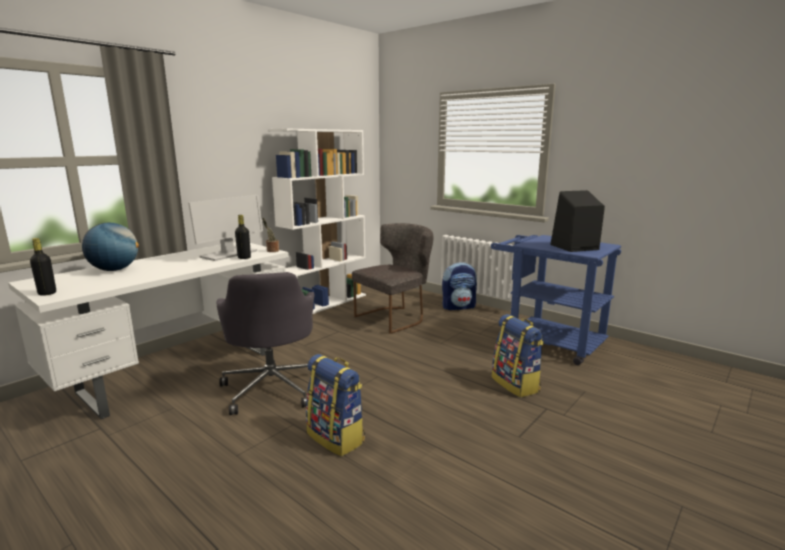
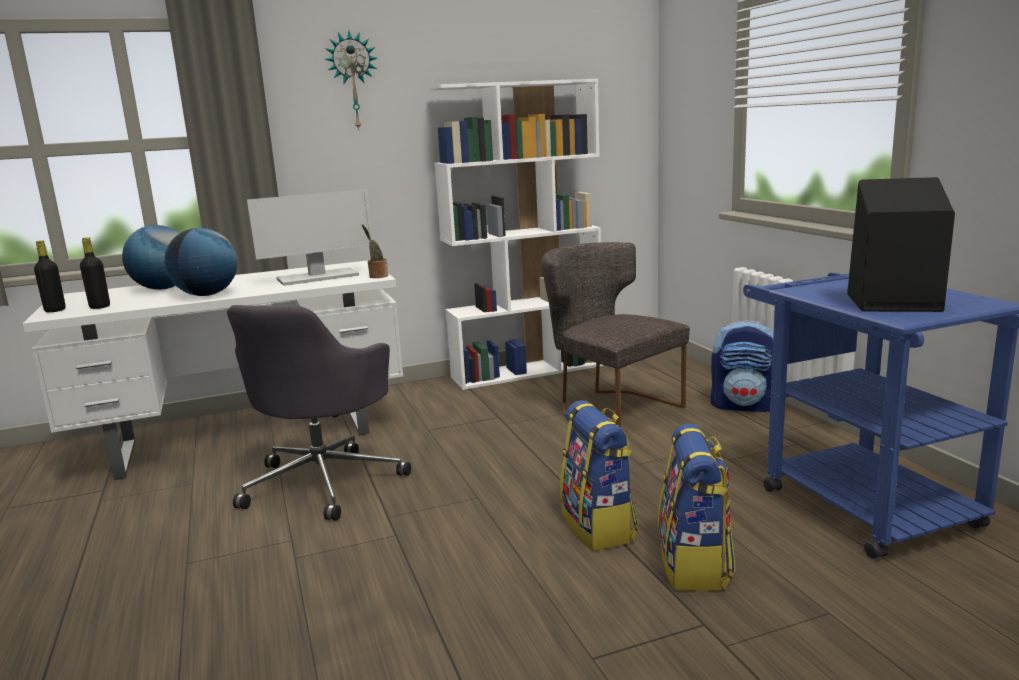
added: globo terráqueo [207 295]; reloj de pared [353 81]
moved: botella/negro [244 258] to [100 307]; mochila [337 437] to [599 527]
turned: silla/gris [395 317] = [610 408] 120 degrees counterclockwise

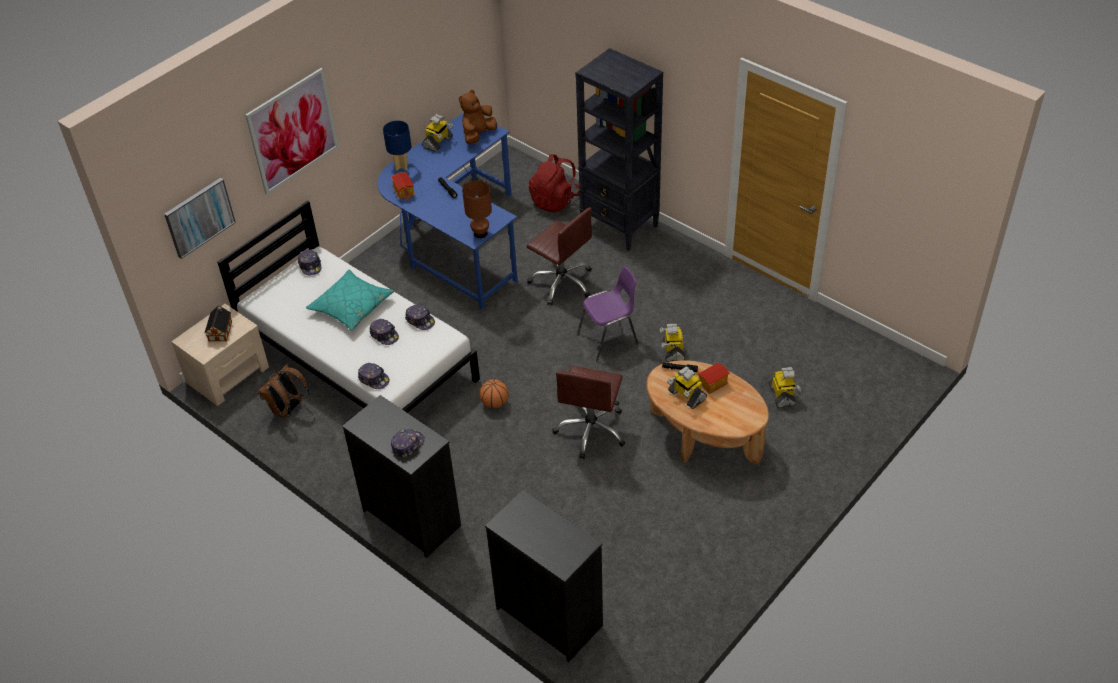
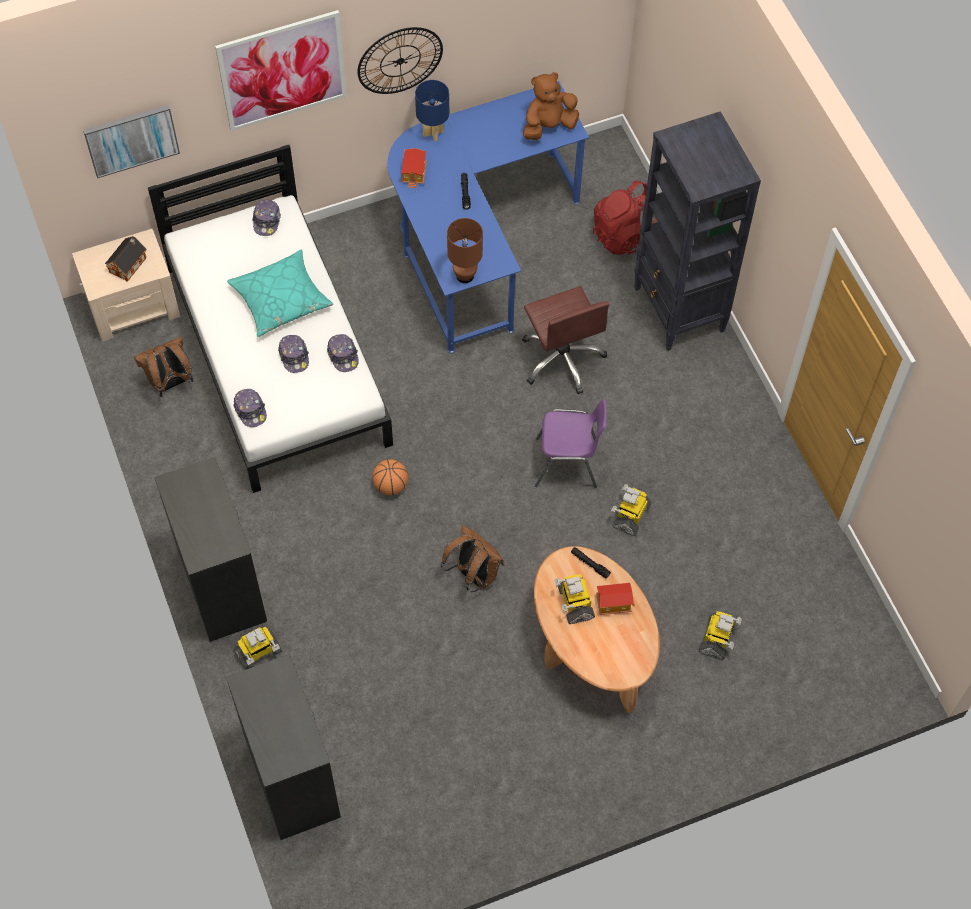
removed: gorra [407 444]
added: reloj de pared [400 60]
moved: robot de juguete [438 142] to [258 652]
replaced: silla de oficina/marrón [591 430] to mochila/marrón [474 574]

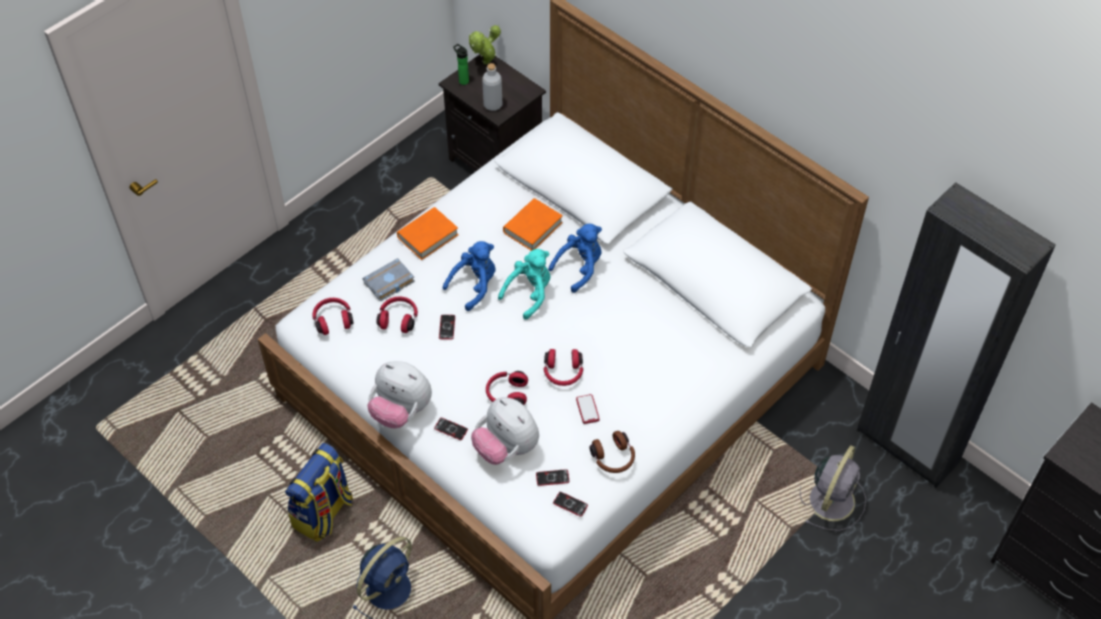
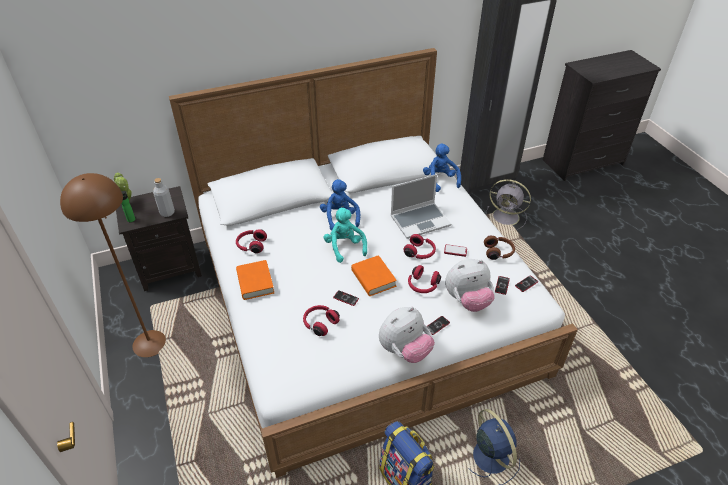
removed: libro/gris [389 283]
added: lámpara de pie/marrón [149 343]; portátil [420 220]
moved: auriculares/rojo [333 320] to [251 245]; peluche/azul [474 285] to [440 180]; libro/naranja [532 227] to [373 278]
turned: ventilador/gris [832 498] = [507 217] 150 degrees clockwise

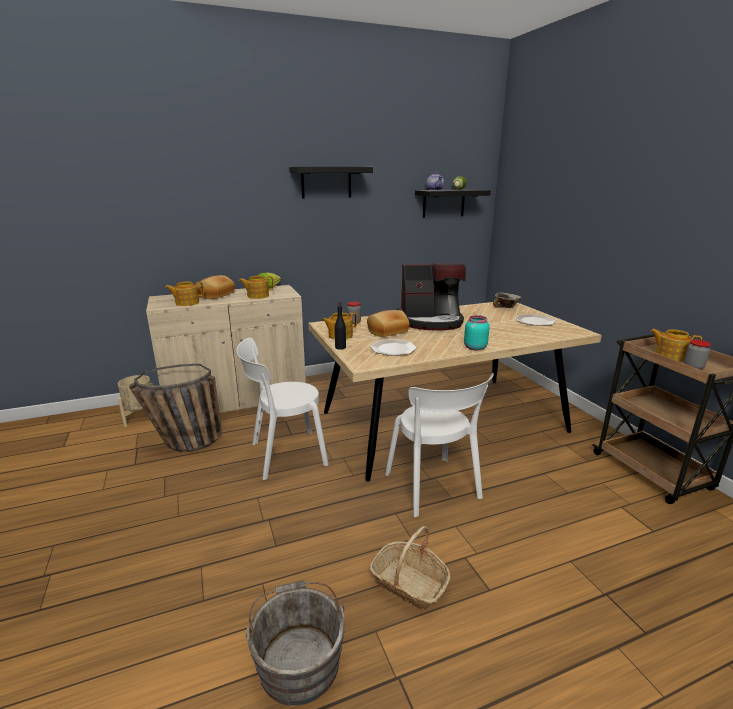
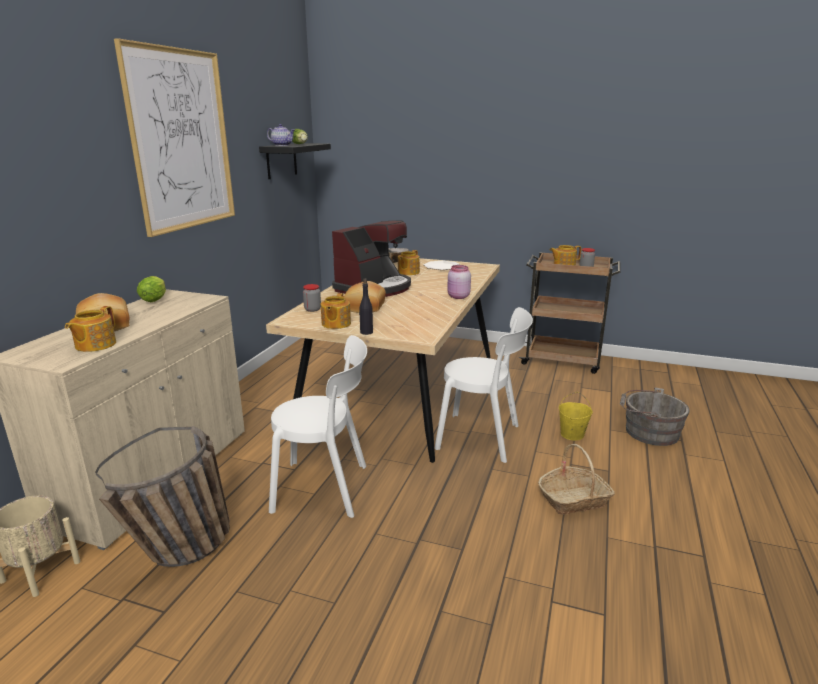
removed: plato [393 349]
added: cubo/amarillo [572 434]
moved: tetera [257 296] to [408 272]; cubo/gris [298 658] to [648 432]
replaced: estante/negro [326 182] to cuadro [181 140]
recoloured: tarro/turquesa [474 347] to tarro/rosa [458 297]
turned: silla/blanco [284 454] = [326 488] 105 degrees counterclockwise

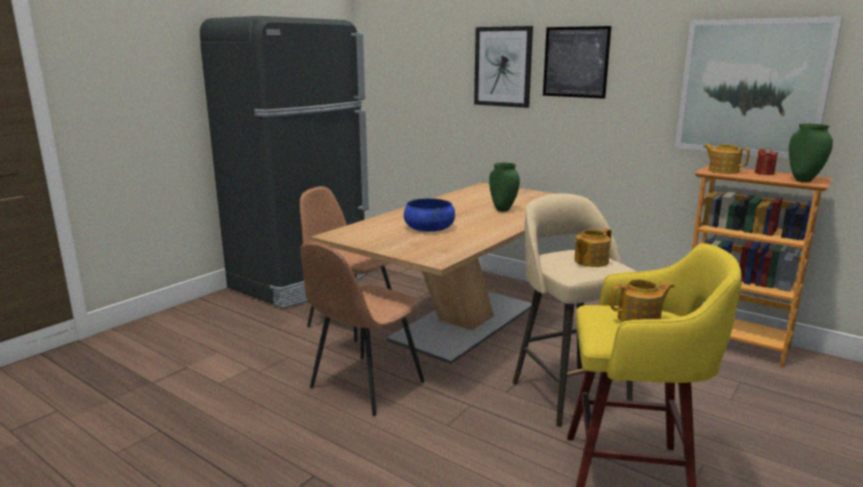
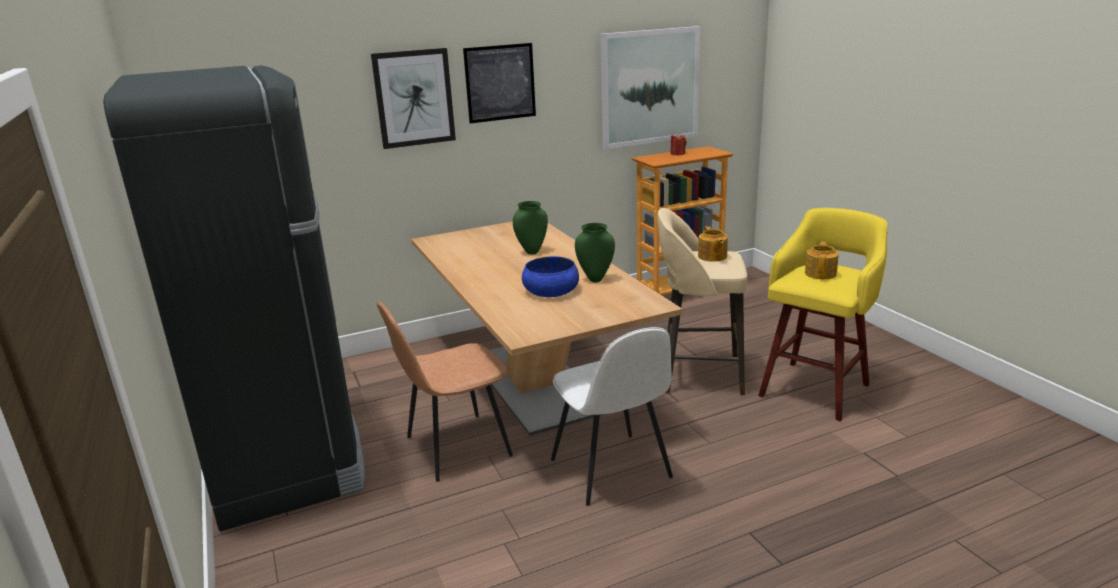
removed: tetera [723 171]
moved: florero/verde [804 180] to [595 279]
recoloured: silla/marrón [365 386] to silla/blanco [611 470]

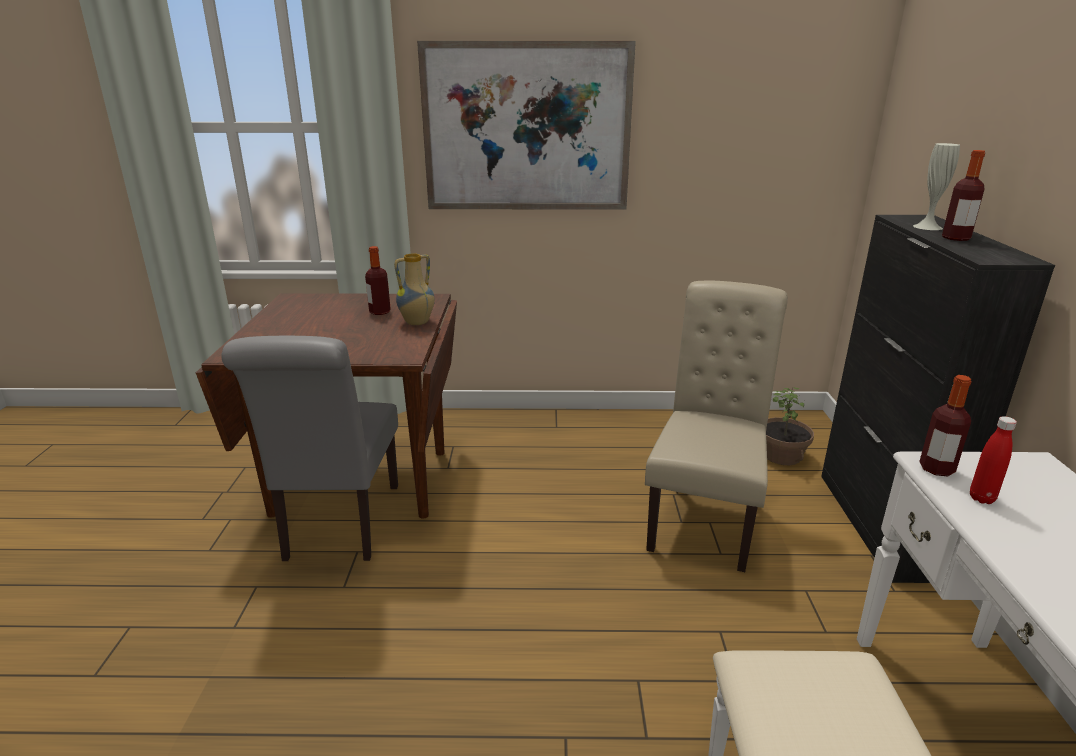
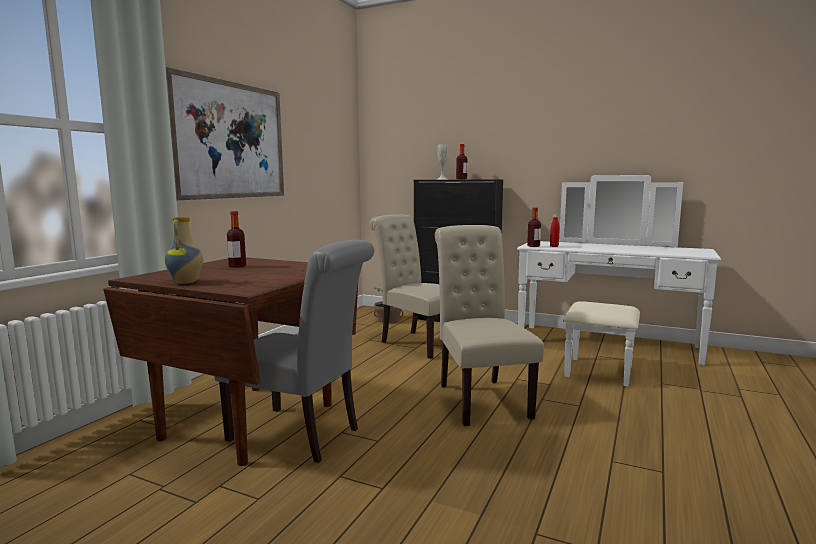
added: silla/beis [480 398]
moved: florero [417 323] to [187 282]

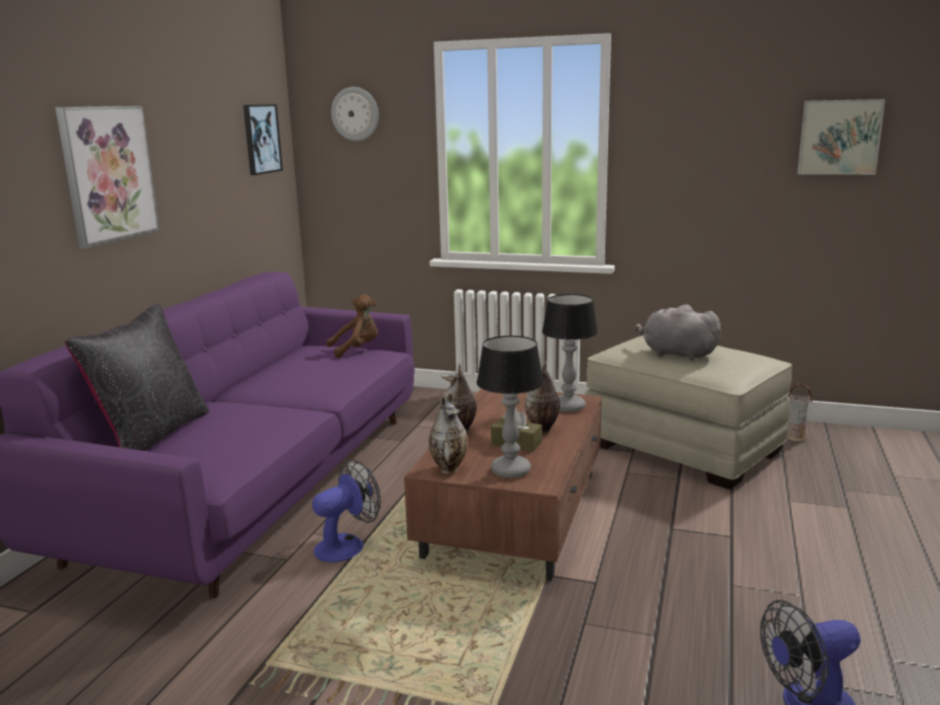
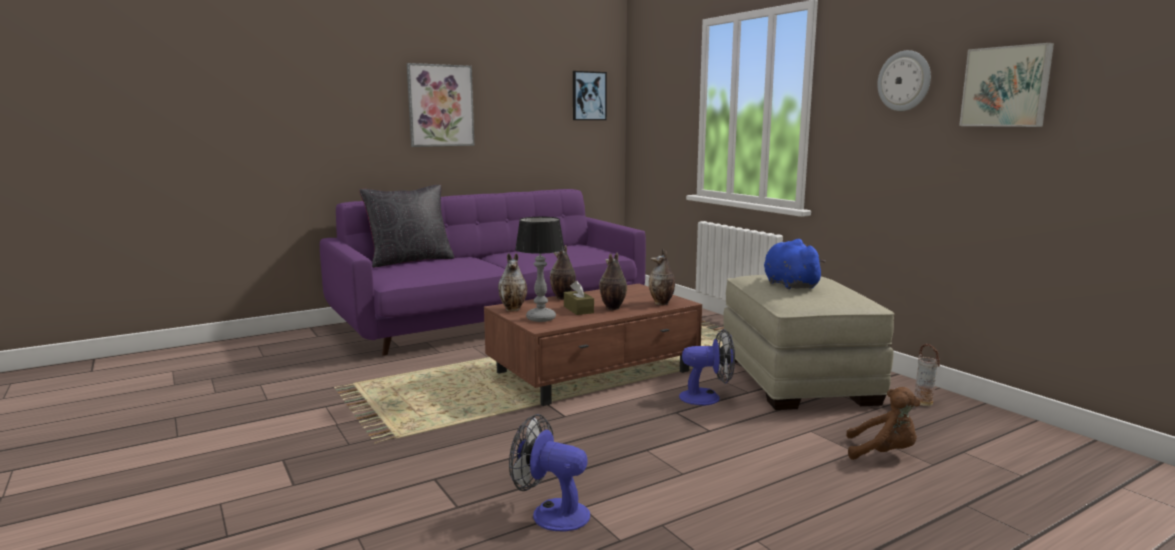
moved: ventilador [347 545] to [707 397]; peluche/marrón [357 349] to [883 453]; reloj de pared [355 114] to [904 81]
replaced: lámpara de mesa [569 407] to florero [662 303]
recoloured: peluche/gris [676 354] to peluche/azul [789 285]

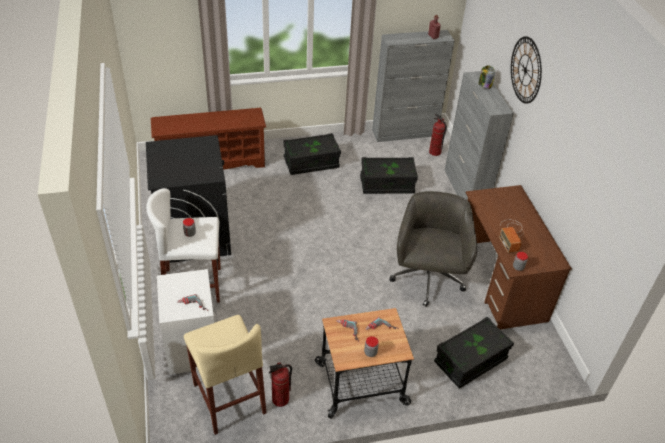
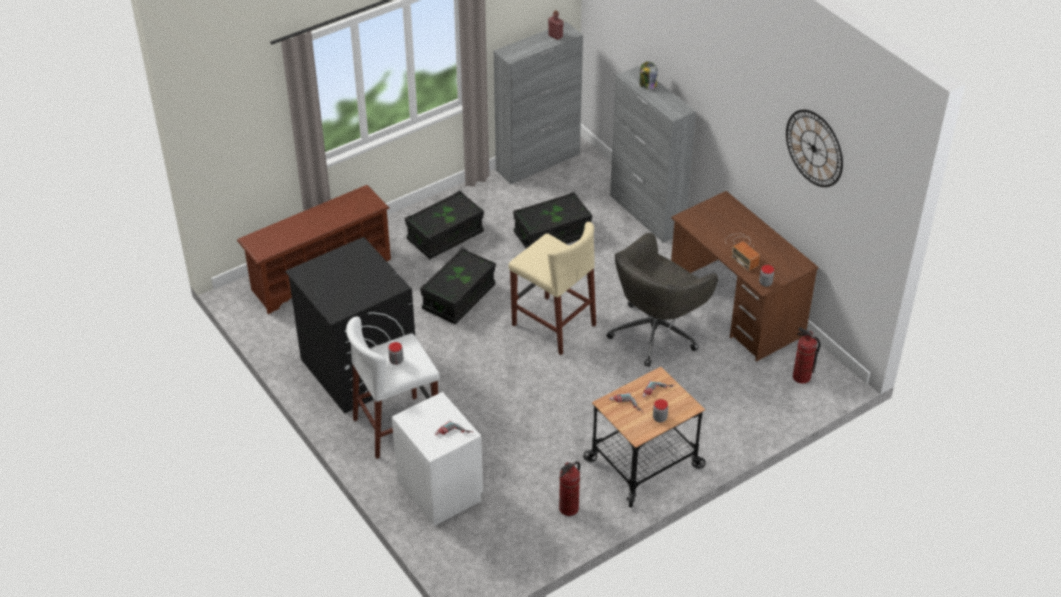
moved: taburete/beis [229 398] to [553 325]; extintor [434 152] to [801 377]; caja de almacenaje/negro [470 361] to [459 297]; reloj de pared [525 70] to [814 148]
turned: silla de oficina/gris [427 279] = [656 332] 120 degrees counterclockwise

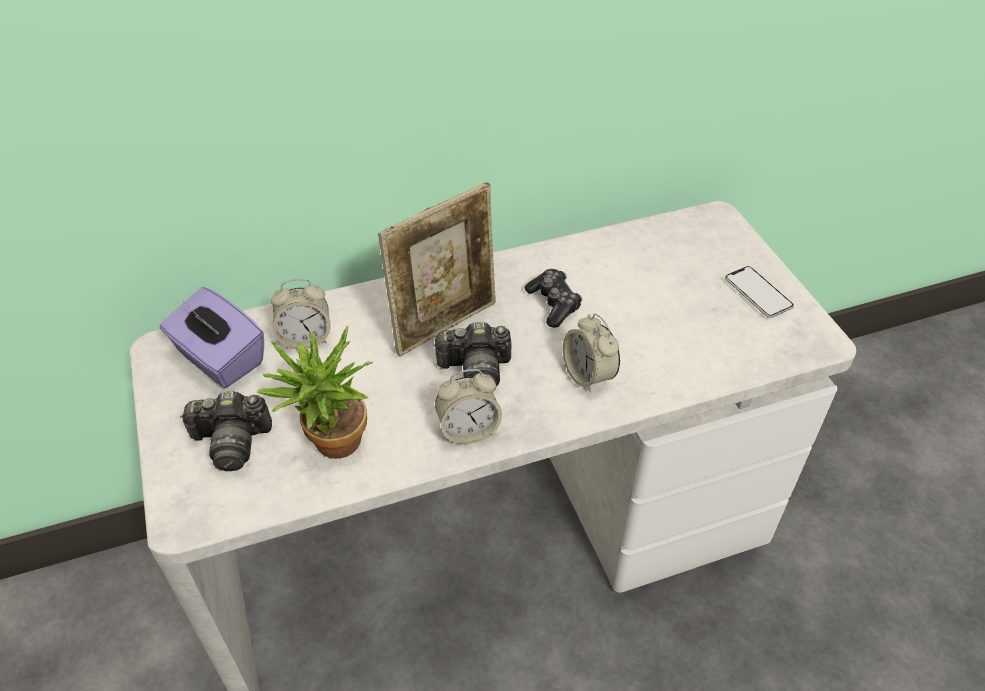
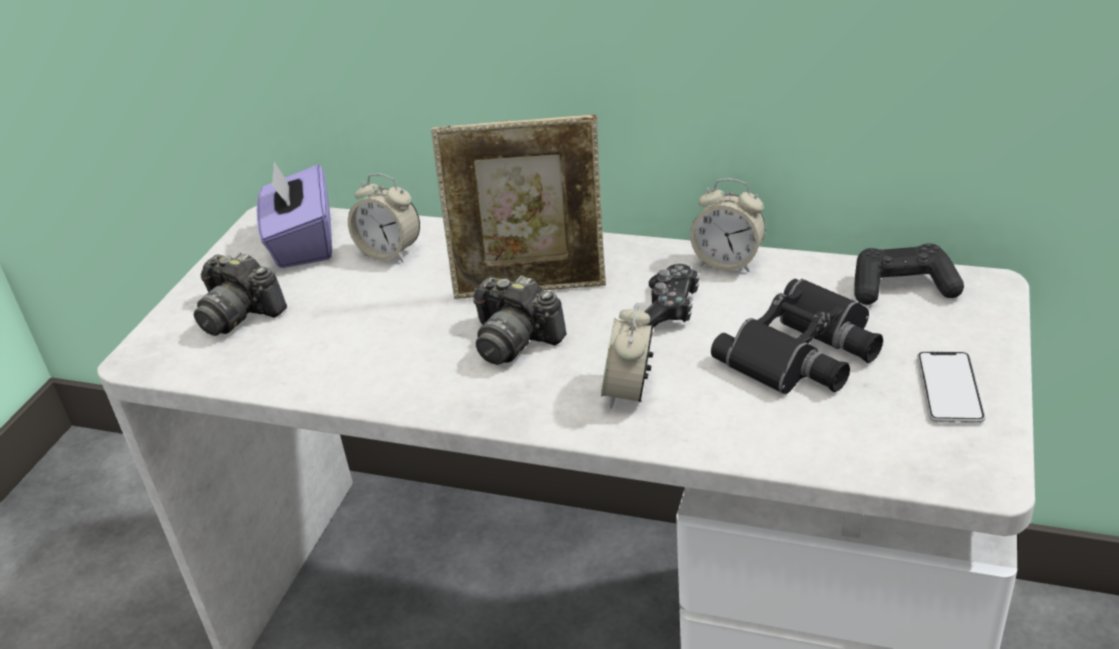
removed: planta en maceta [331 447]
added: prismáticos/negro [804 352]; mando de consola/negro [902 287]
moved: despertador [468 430] to [728 262]

